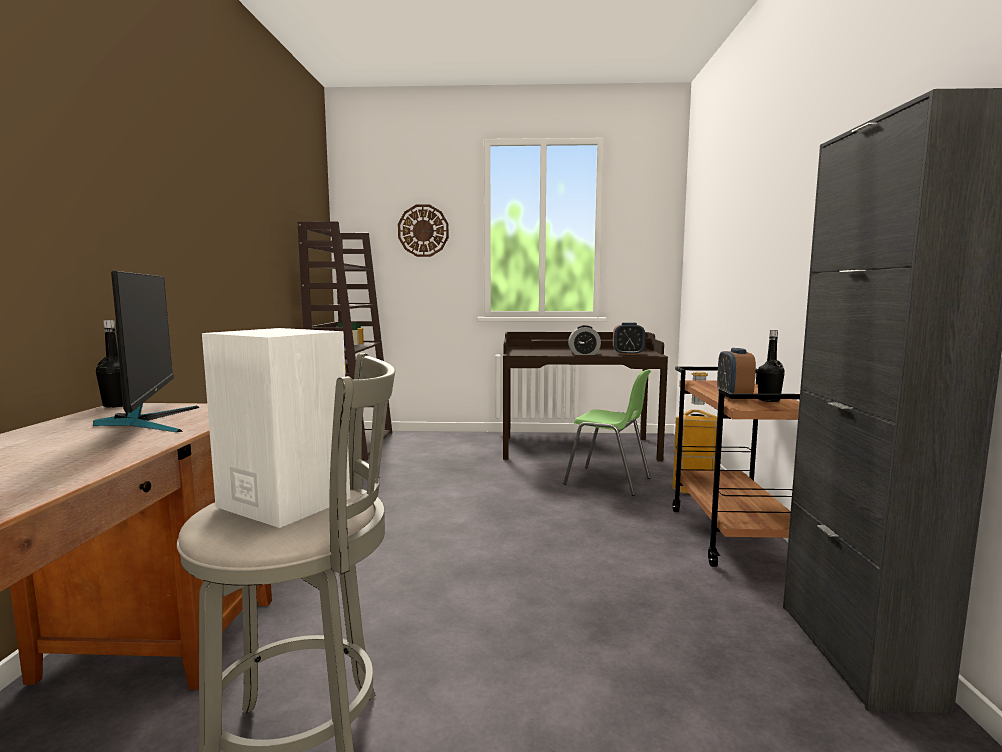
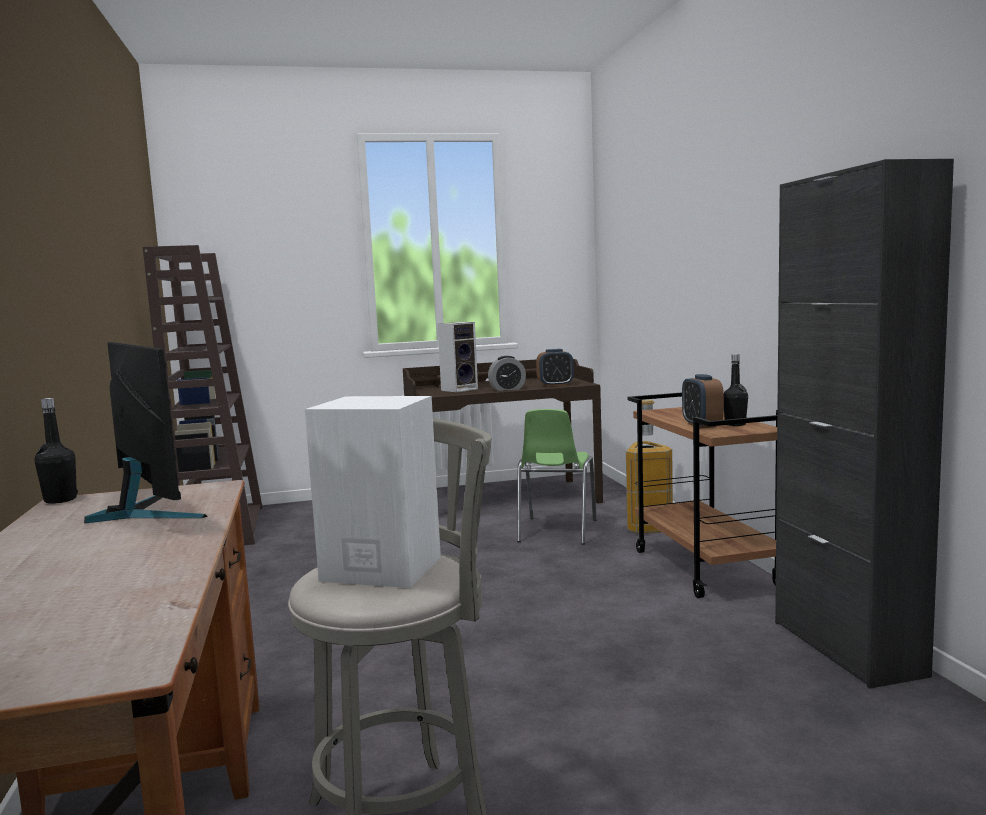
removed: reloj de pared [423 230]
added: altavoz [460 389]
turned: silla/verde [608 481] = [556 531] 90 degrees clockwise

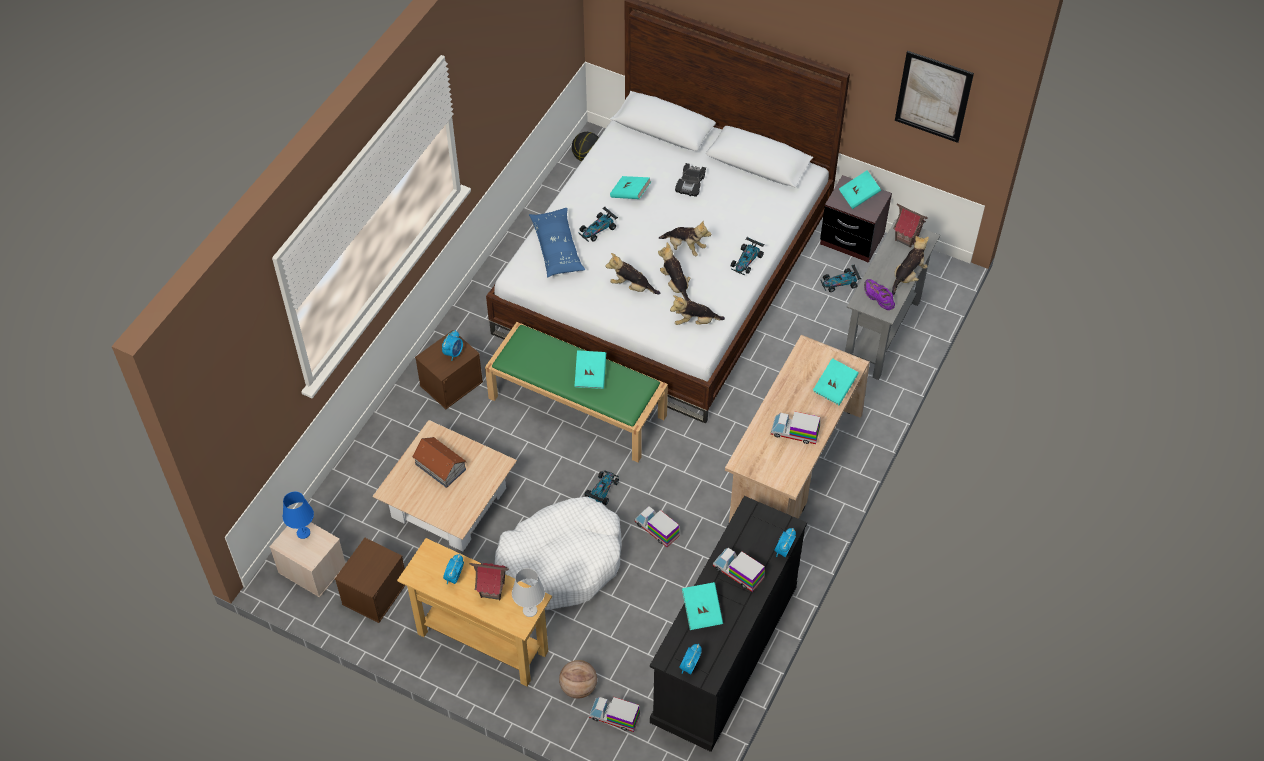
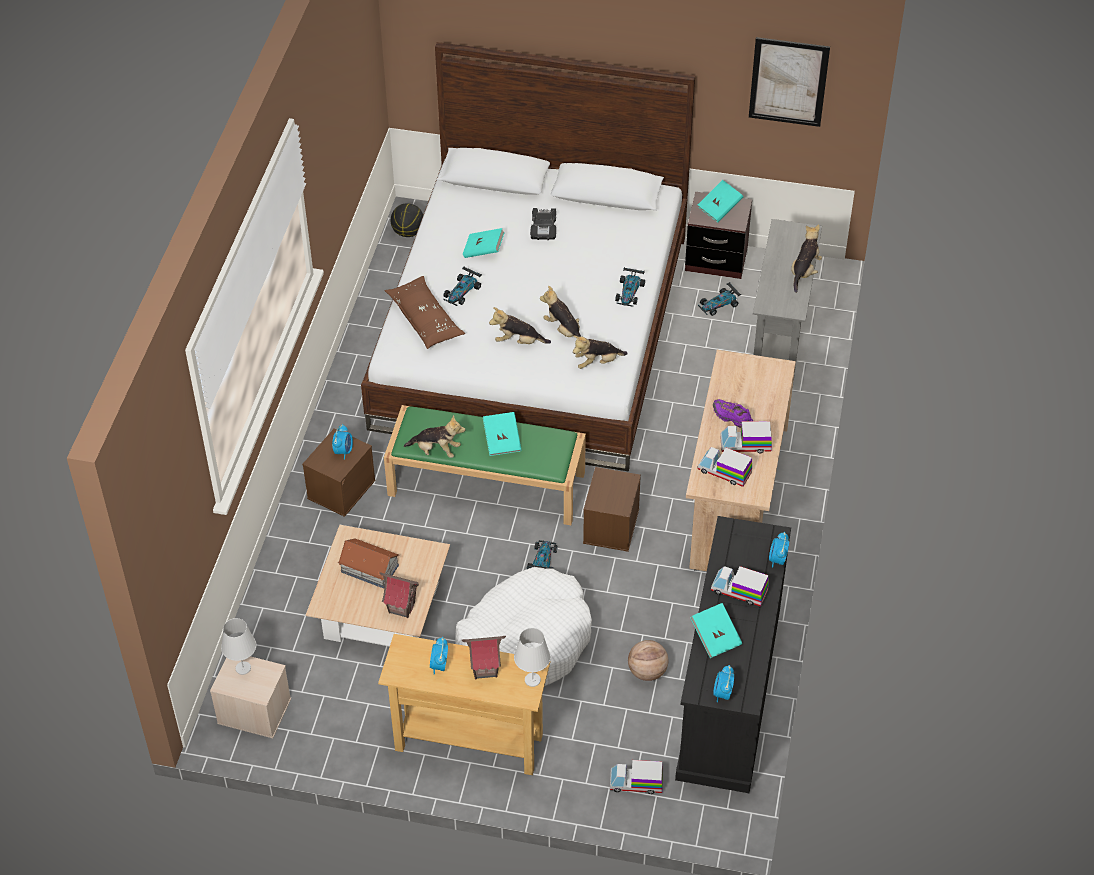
removed: libro/turquesa [834 388]
moved: caja de almacenaje/marrón [374 592] to [610 525]; balón de baloncesto [578 687] to [647 672]; camión de juguete [656 529] to [724 472]; peluche [685 247] to [436 450]; zapato/morado [878 298] to [732 418]; casita [906 238] to [401 607]
recoloured: lámpara de mesa/azul [303 532] to lámpara de mesa/blanco [243 668]; cojín/azul [557 248] to cojín/marrón [425 319]

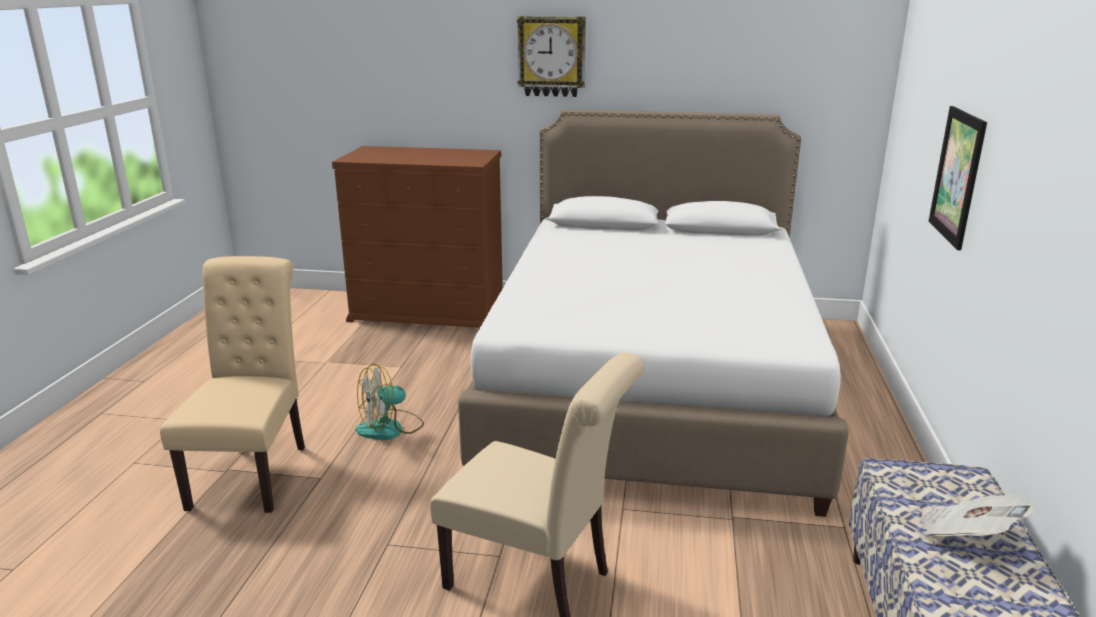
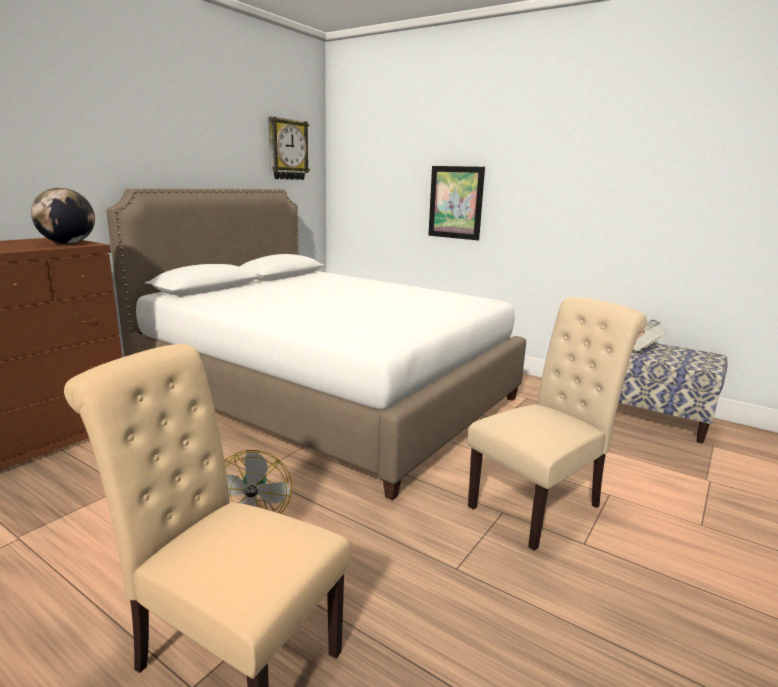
added: globo terráqueo [67 243]
moved: reloj de pared [552 56] to [287 149]

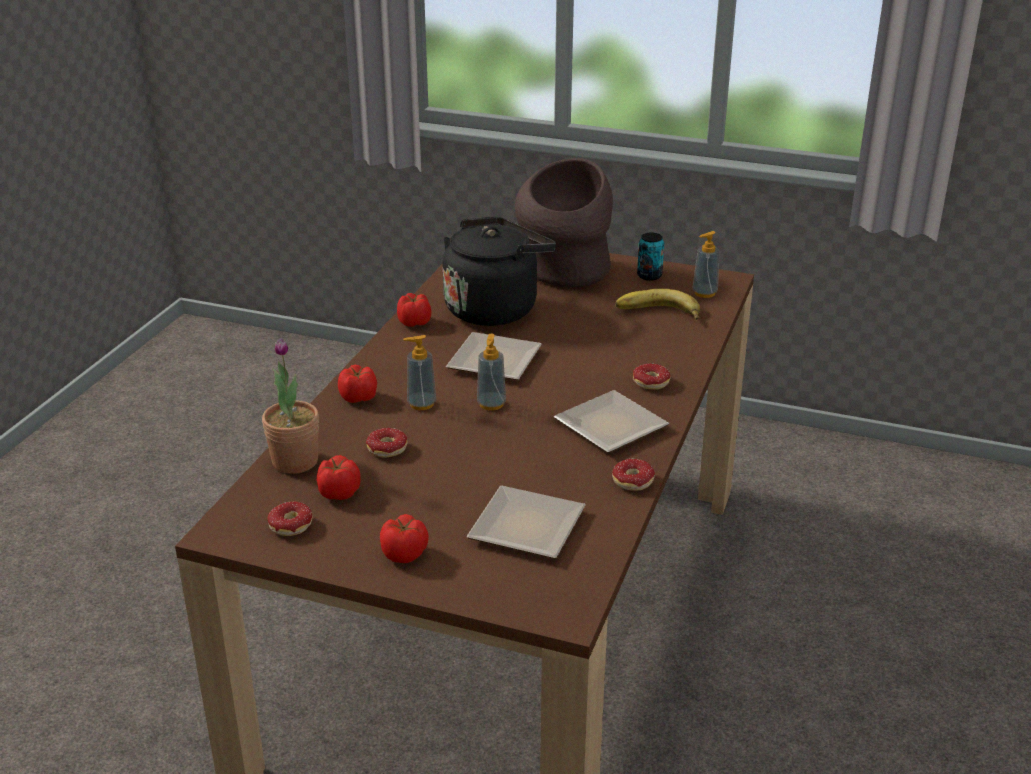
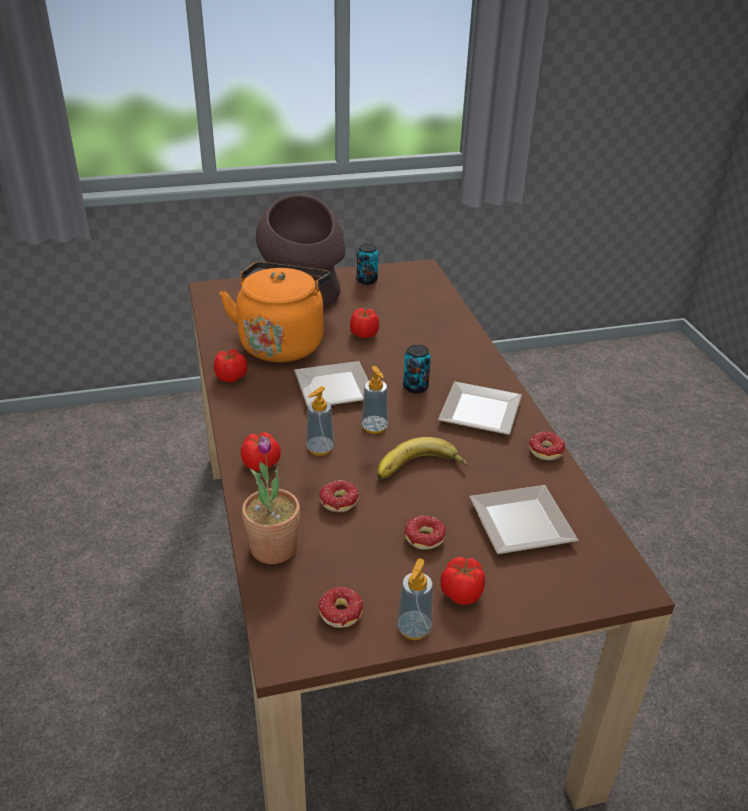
added: lata [415 387]
moved: tomate [338 493] to [364 334]; plátano [658 314] to [420 470]; rosquilla [648 386] to [425 543]; dispensador de jabón [704 293] to [414 629]
recoloured: hervidor/negro [494 308] to hervidor/naranja [282 342]

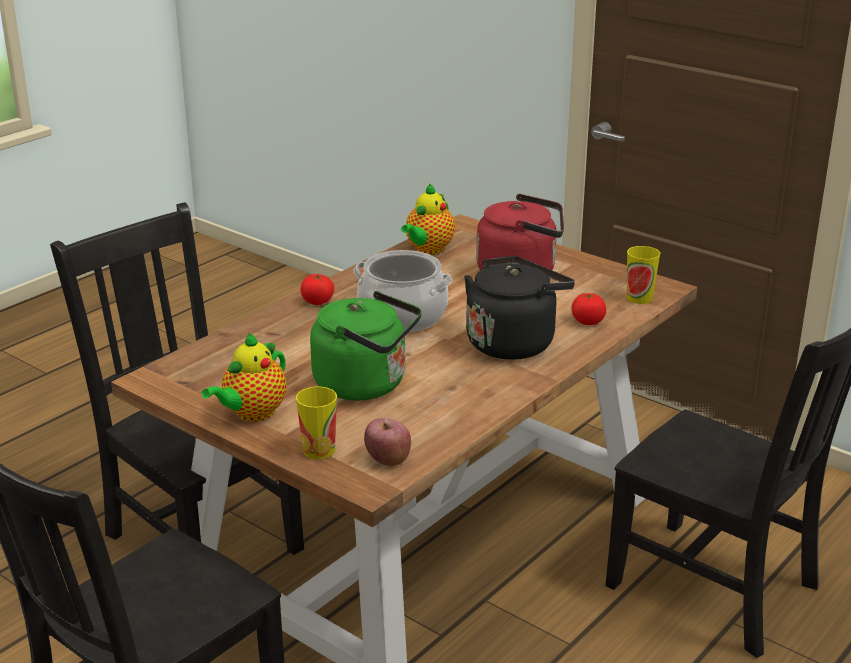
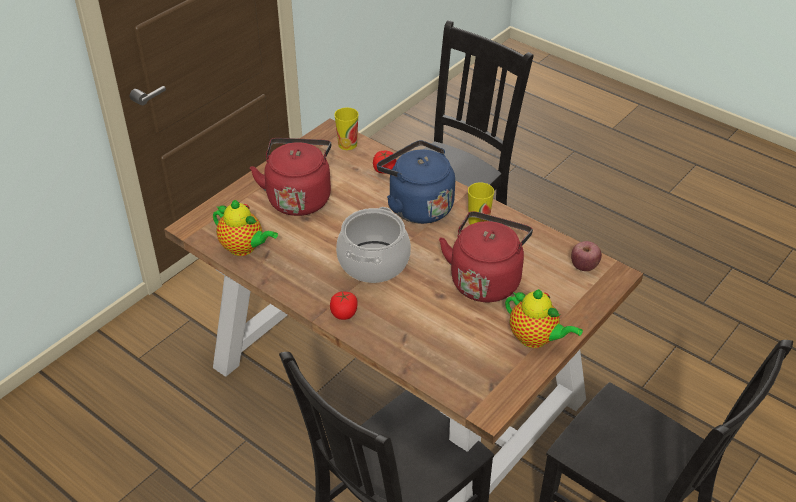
moved: taza [318 450] to [478 221]
recoloured: hervidor/verde [366 385] to hervidor/rojo [486 279]; hervidor/negro [513 342] to hervidor/azul [417 206]

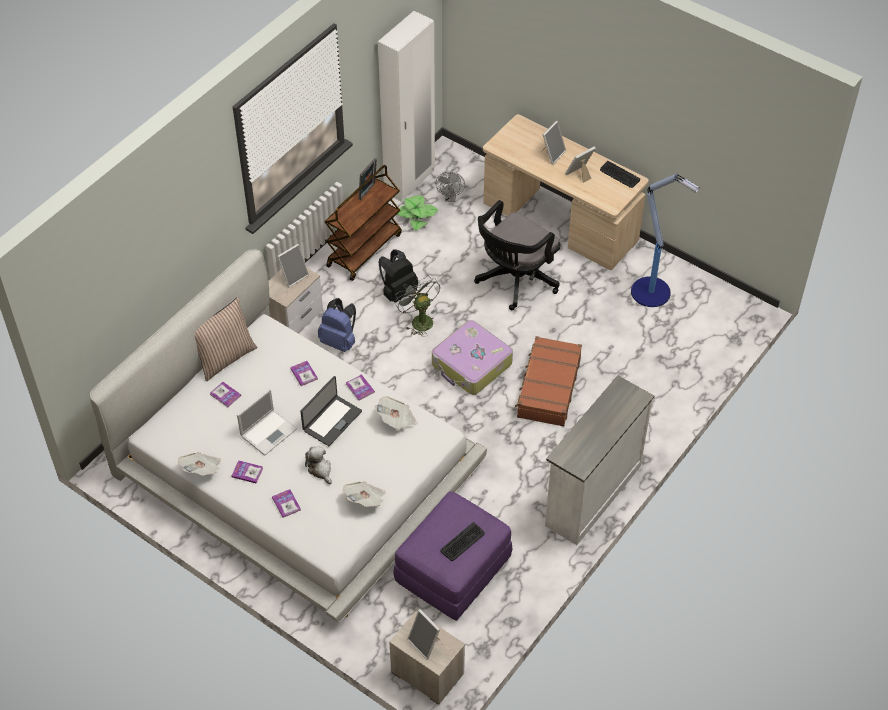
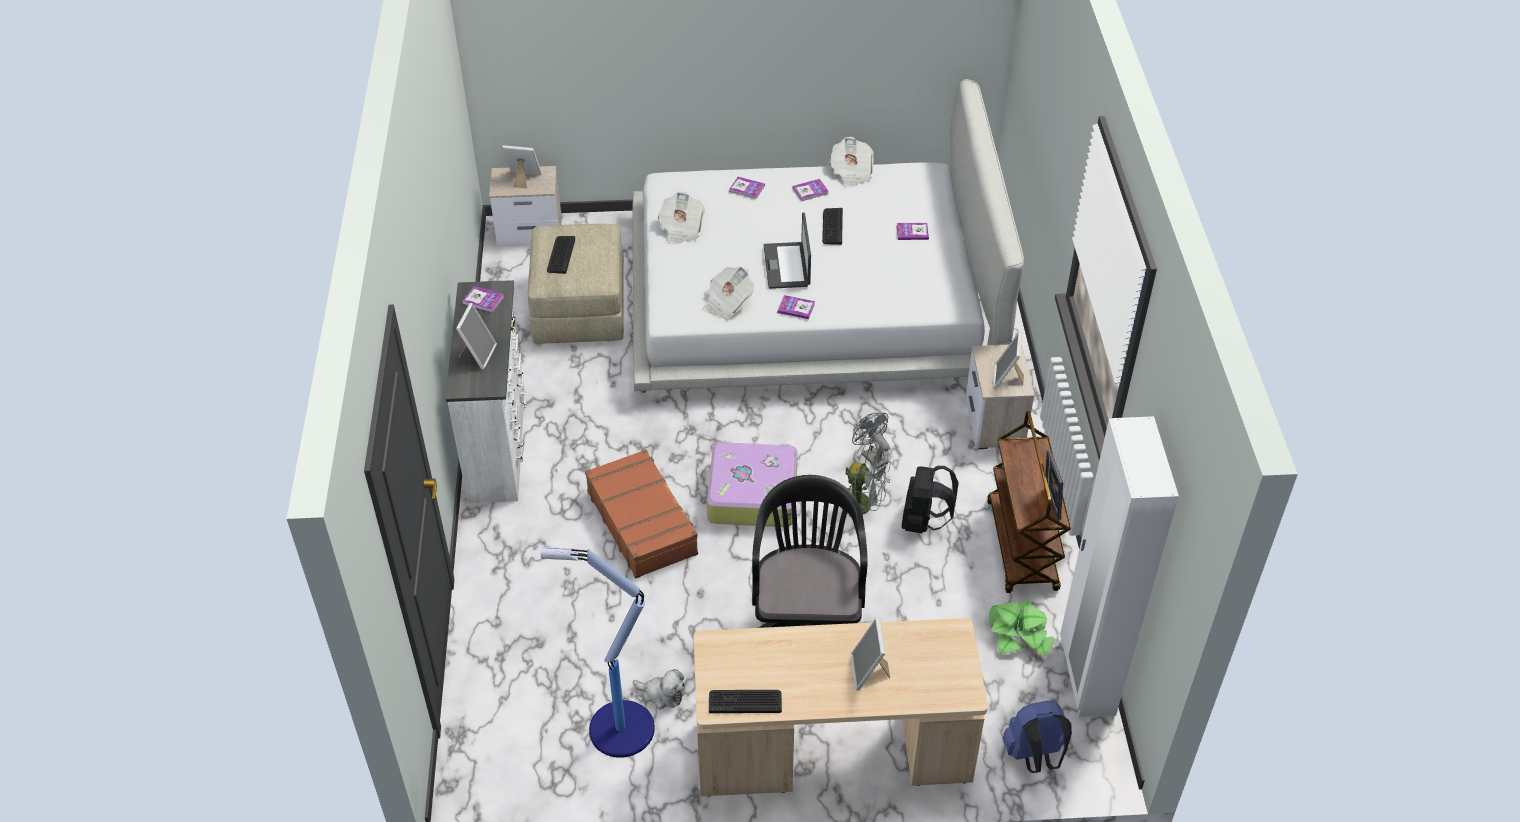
removed: cojín [225 357]
moved: libro [304 374] to [483 300]; peluche [320 469] to [662 694]; mochila/azul [340 341] to [1034 756]; ventilador/gris [450 198] to [871 456]; portarretratos [579 174] to [477 354]
replaced: portátil [269 431] to teclado [832 227]
recoloured: puf/morado [453 569] to puf/beis [580 309]

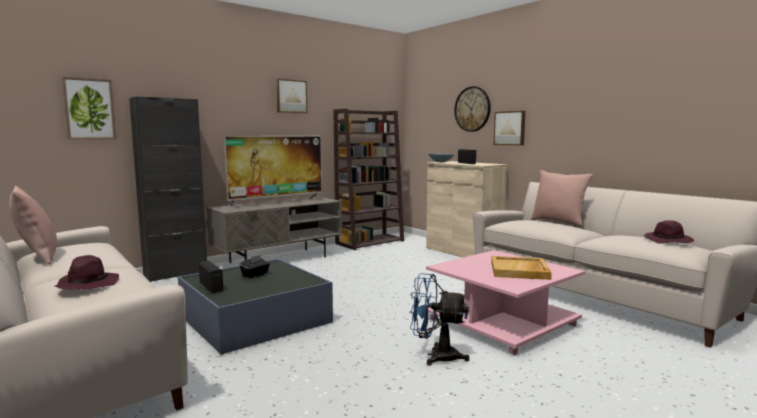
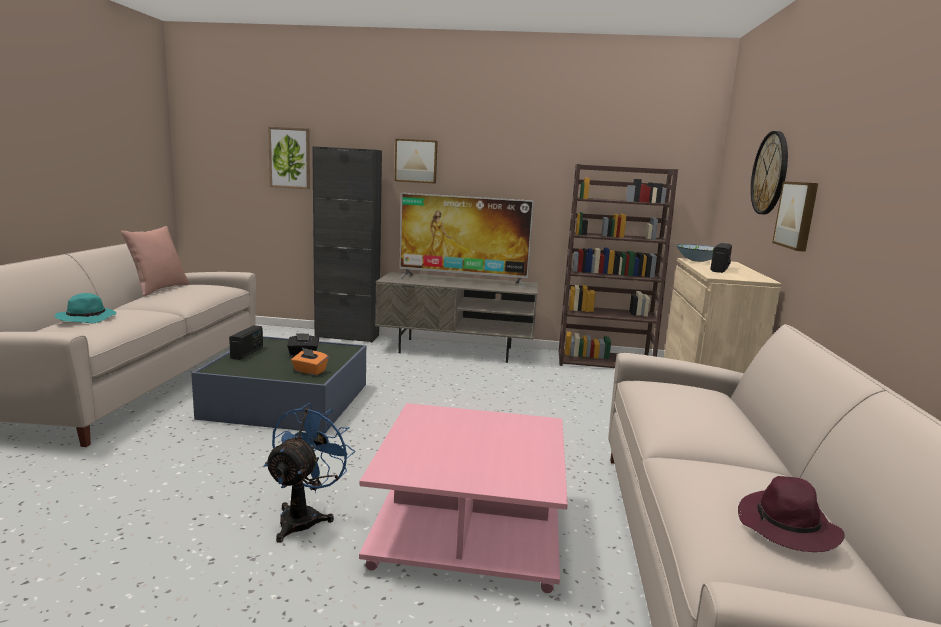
removed: bandeja/beis [520 270]; cojín/rosa [558 222]
added: caja de pañuelos/naranja [309 371]
moved: cuadro [291 96] to [416 161]
recoloured: sombrero/morado [87 284] to sombrero/turquesa [87 318]
turned: ventilador/azul [436 356] = [305 517] 45 degrees clockwise

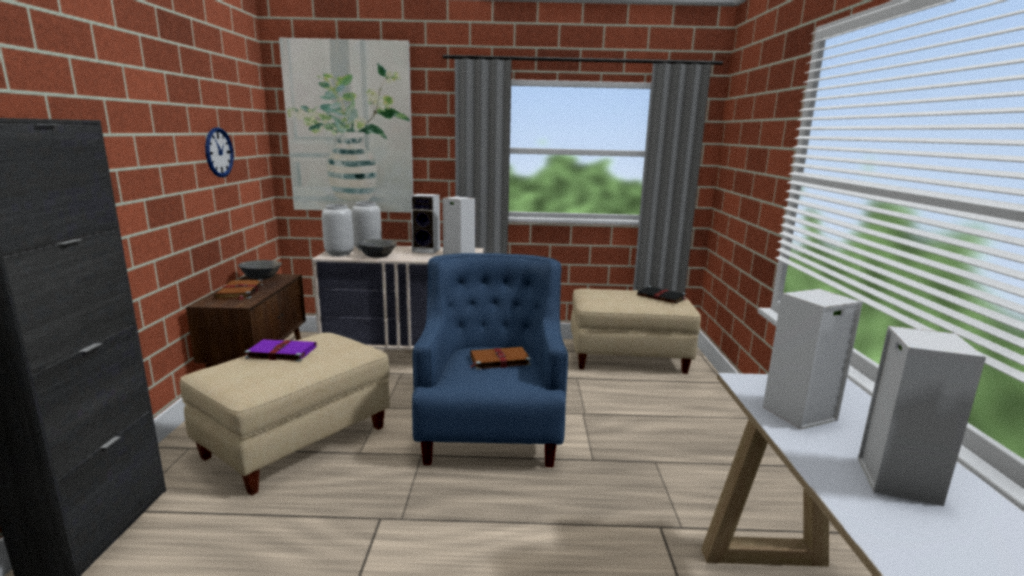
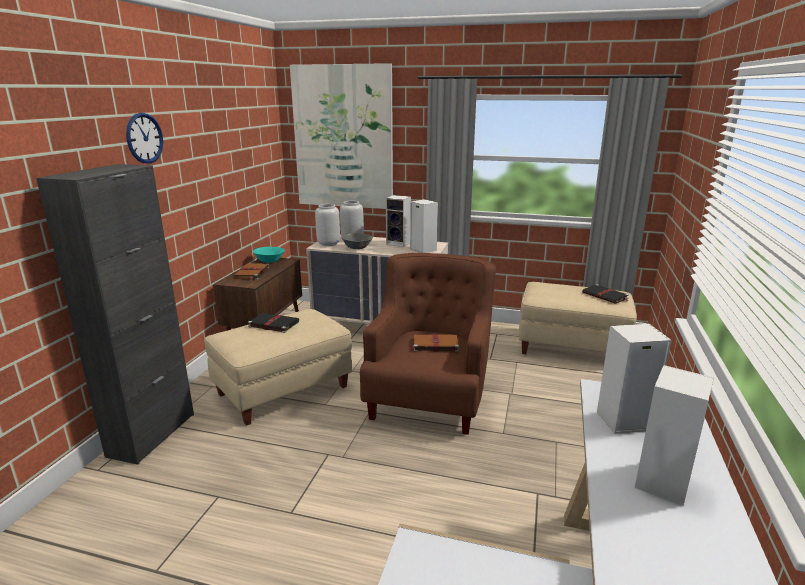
moved: reloj de pared [219 152] to [144 138]
recoloured: cuenco/gris [261 278] to cuenco/turquesa [269 261]; libro/morado [280 352] to libro/negro [273 324]; sillón/azul [491 426] to sillón/marrón [429 396]

